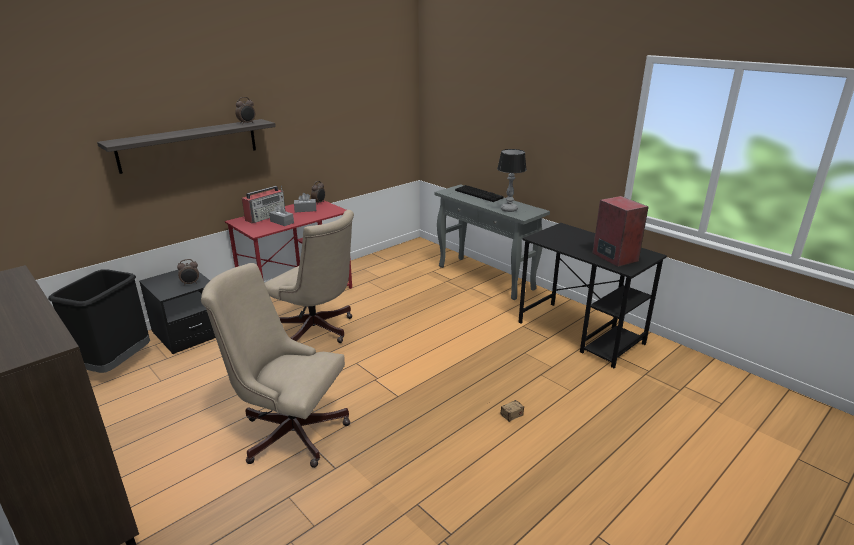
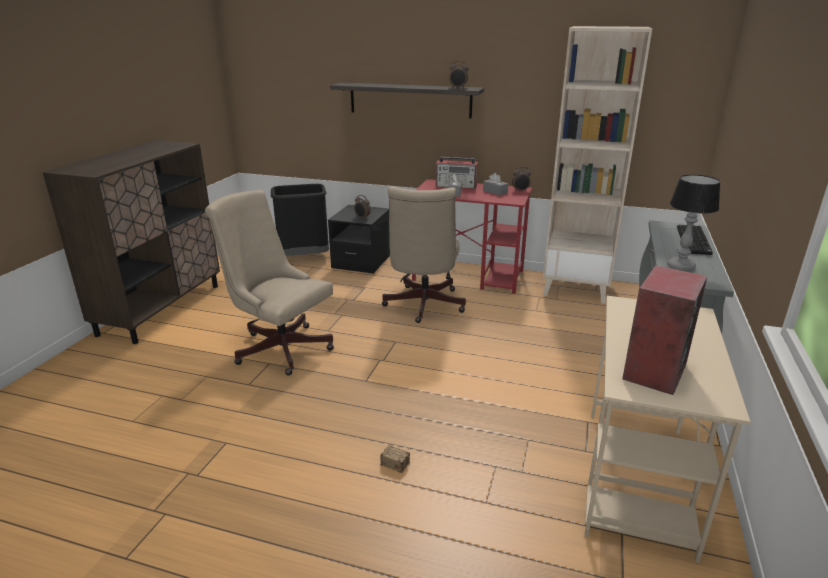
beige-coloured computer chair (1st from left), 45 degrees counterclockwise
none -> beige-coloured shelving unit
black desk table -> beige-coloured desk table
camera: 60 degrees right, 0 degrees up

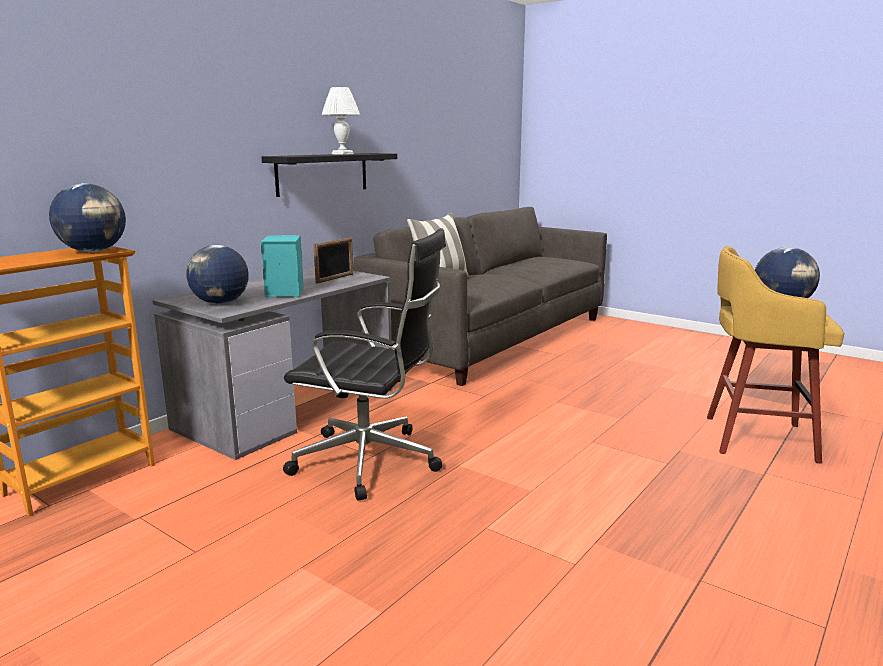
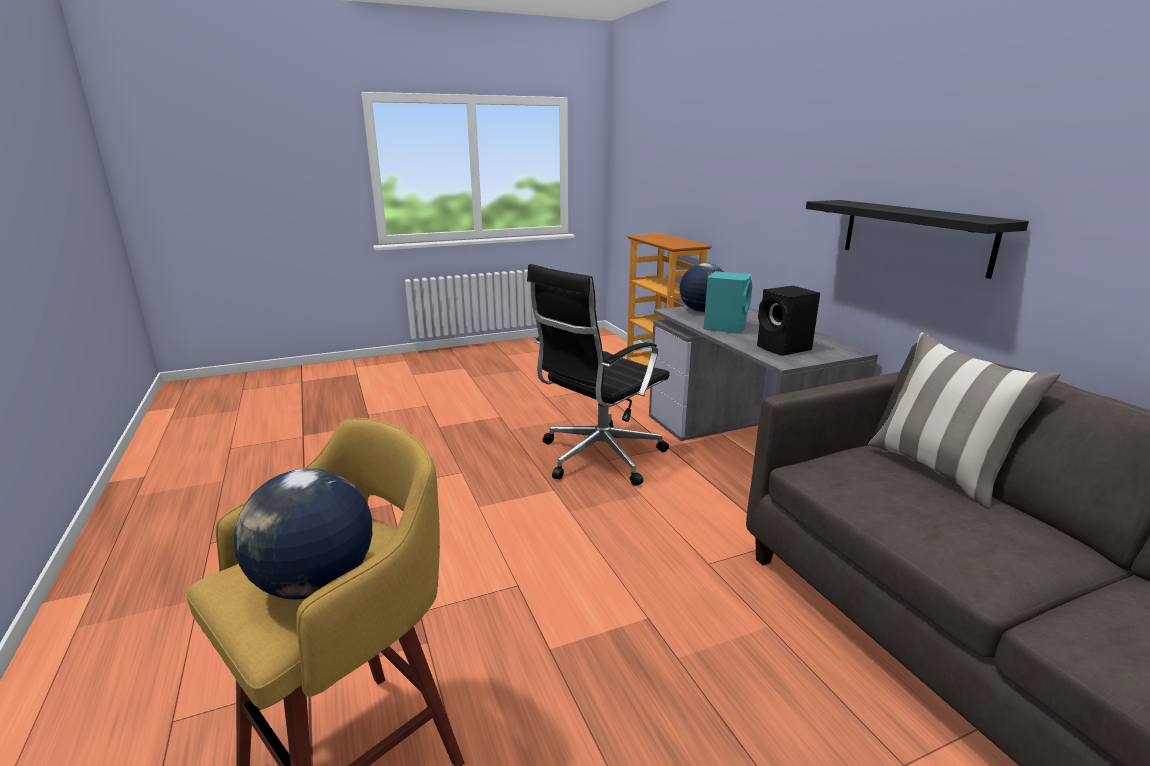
standing frame -> black loudspeaker
world globe (1st from left) -> none
white-coloured table lamp -> none
camera: 120 degrees right, 5 degrees up

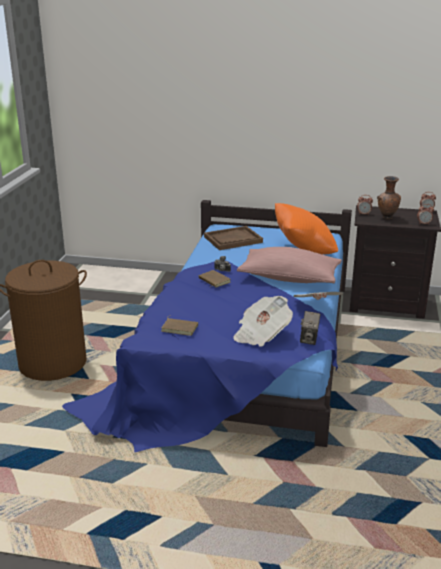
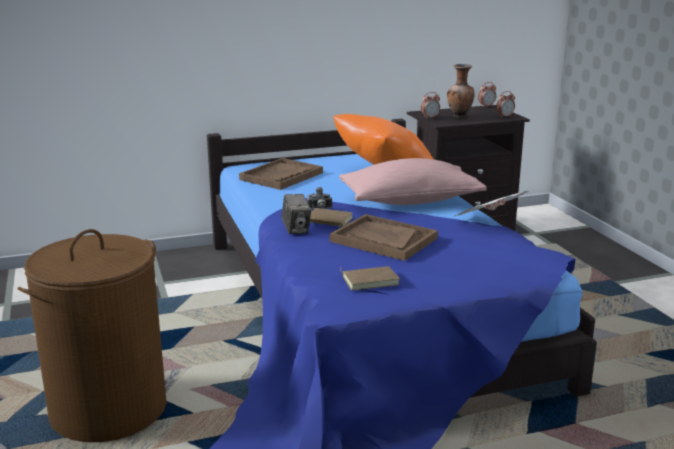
photo camera (2nd from left in the first image) -> photo camera (1st from left), move
none -> brown tray (2nd from left)
newspaper (1st from left) -> none
camera: 30 degrees left, 5 degrees down

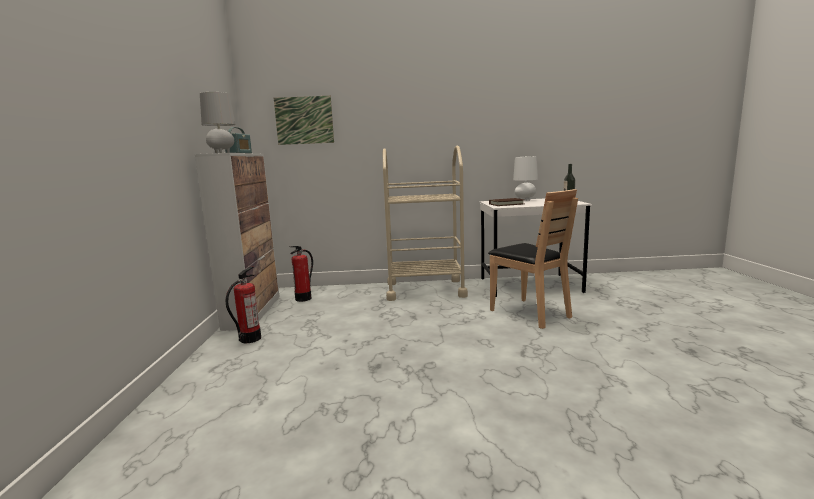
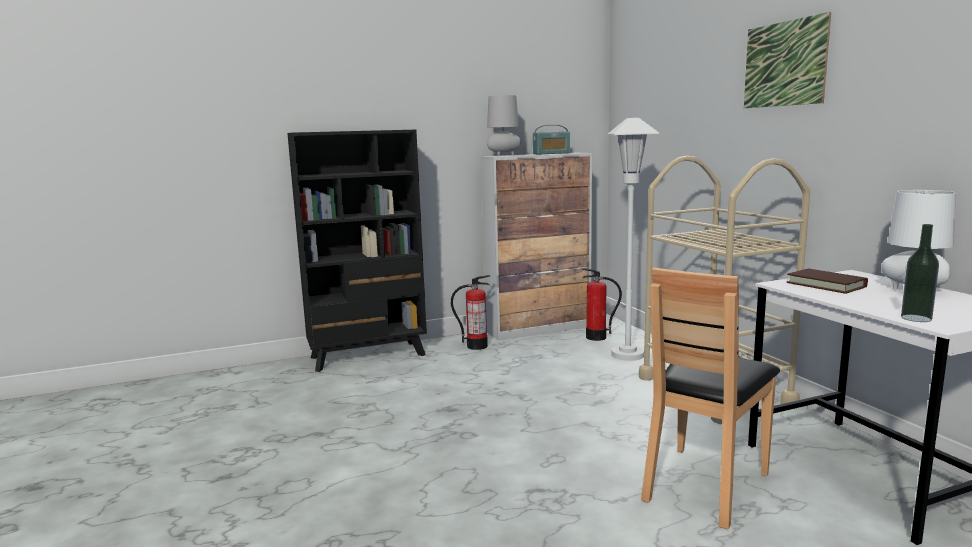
none -> black shelving unit
none -> white-coloured standard lamp
wall picture, move
camera: 70 degrees right, 0 degrees up

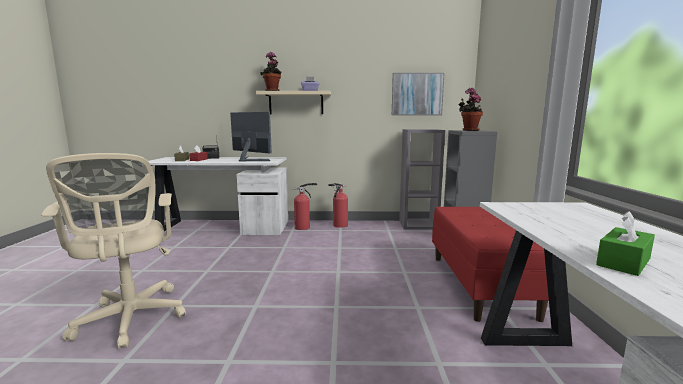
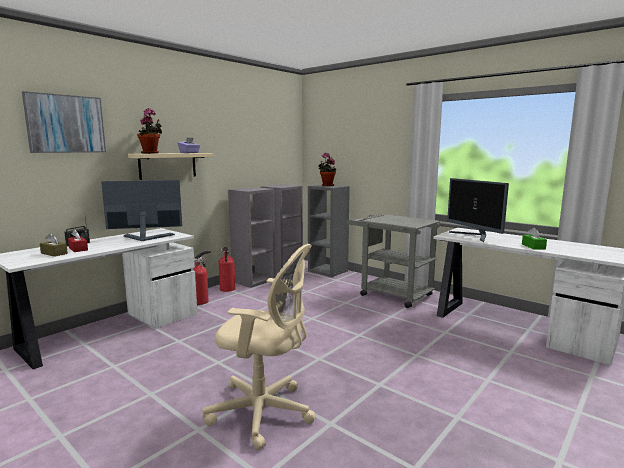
wall picture, move
none -> grey shelving unit (1st from left)
reddish bench -> grey cart
none -> computer display (2nd from left)
camera: 50 degrees left, 0 degrees up

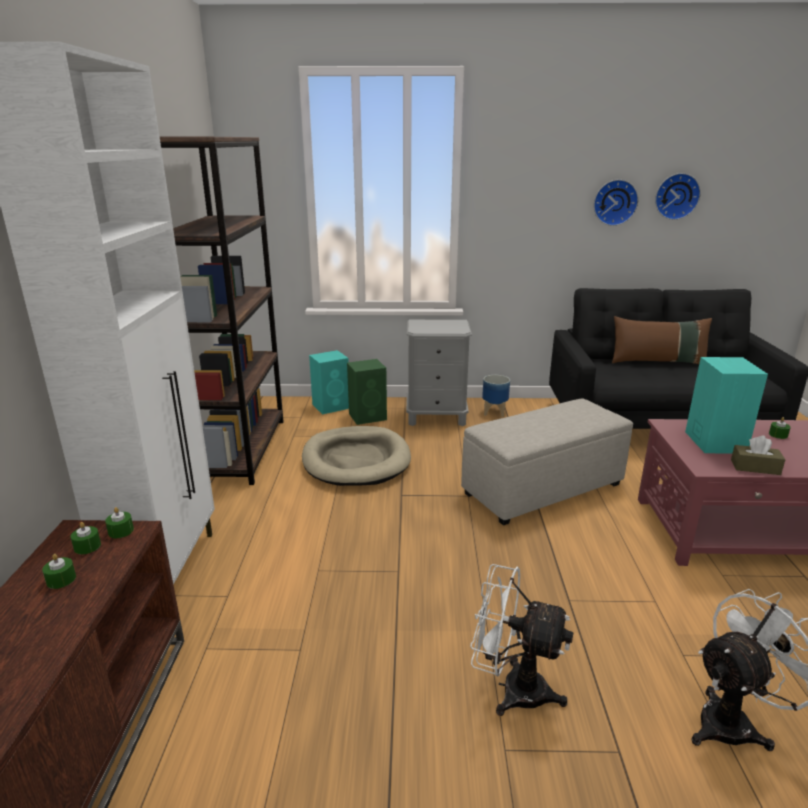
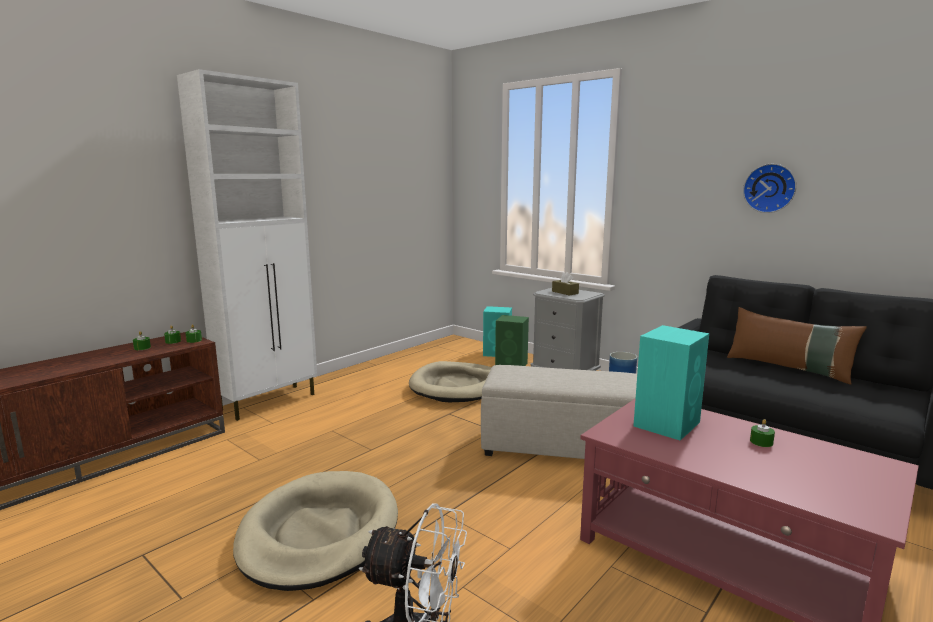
white-coloured electric fan (1st from left) -> beige-coloured dog cushion (1st from left)
brown box of tissues, move
brown shelving unit -> none
clock on the wall (2nd from left) -> none
camera: 40 degrees right, 10 degrees down

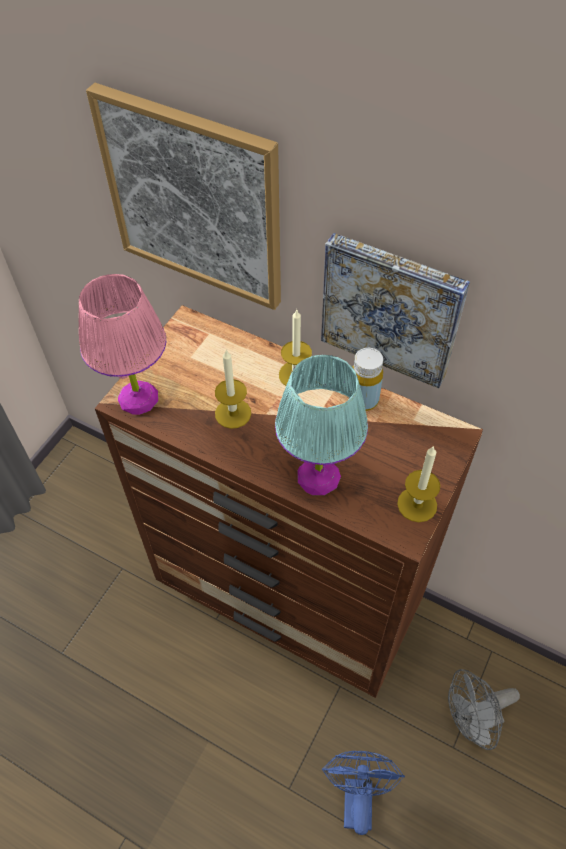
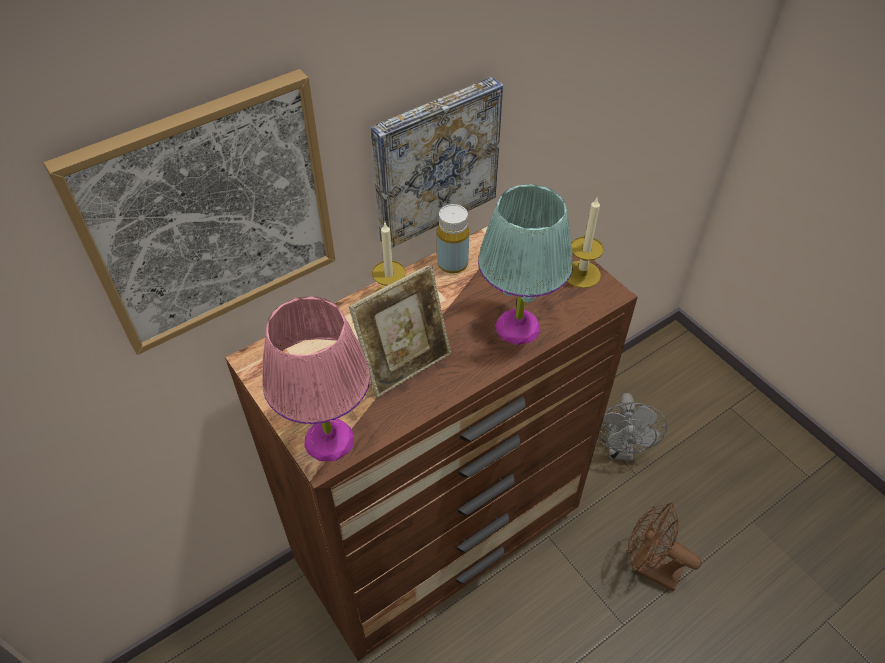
wax light (1st from left) -> standing frame
blue-coloured electric fan -> brown electric fan
camera: 65 degrees left, 5 degrees down

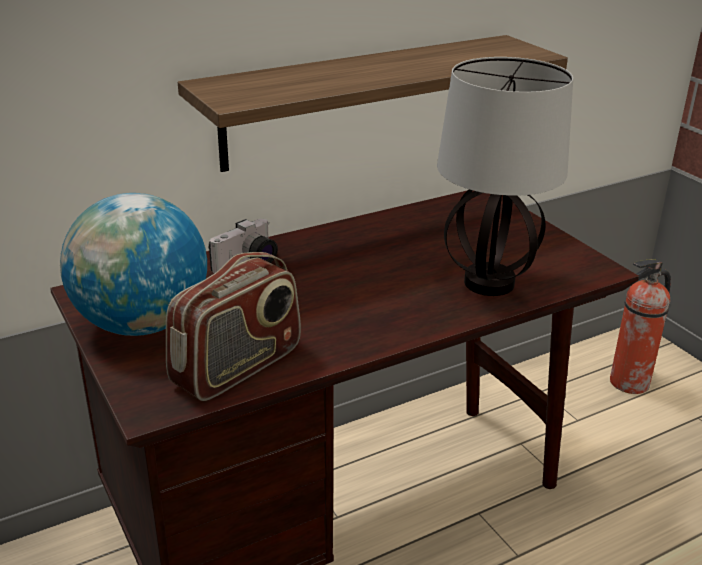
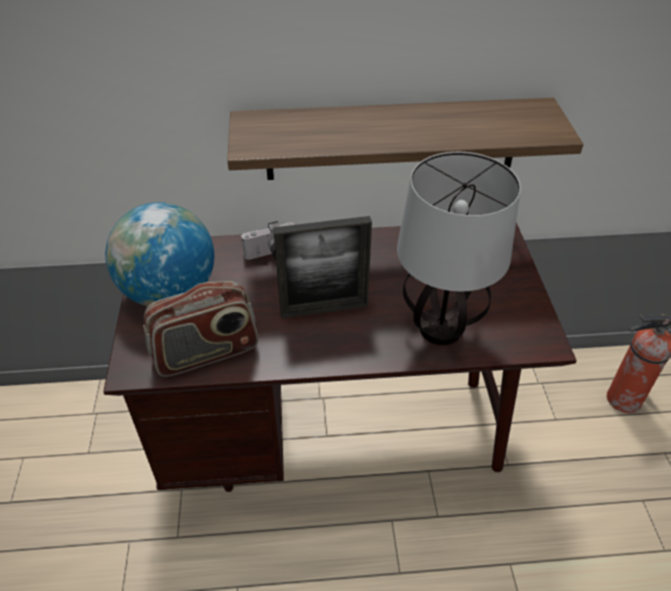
none -> standing frame
camera: 25 degrees right, 15 degrees up

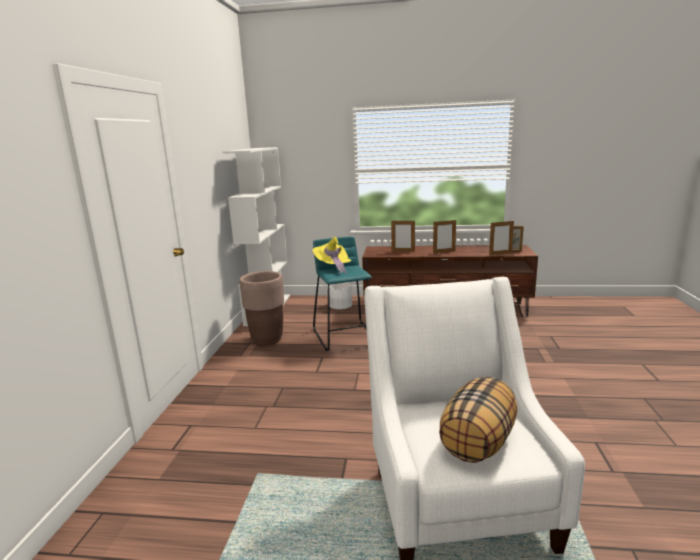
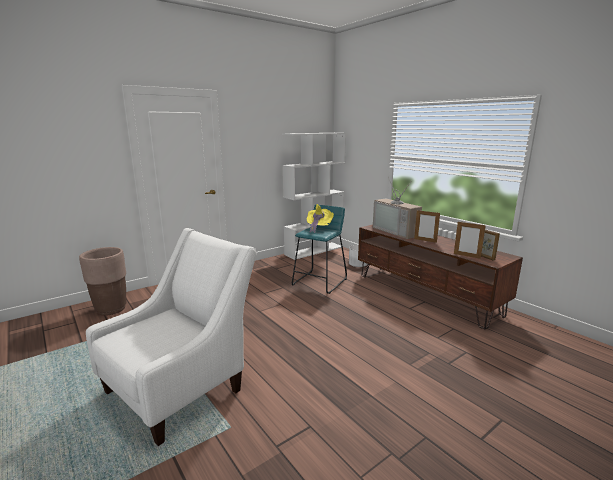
brown planter, move
standing frame (1st from left) -> television
pillow -> none
camera: 45 degrees right, 0 degrees up

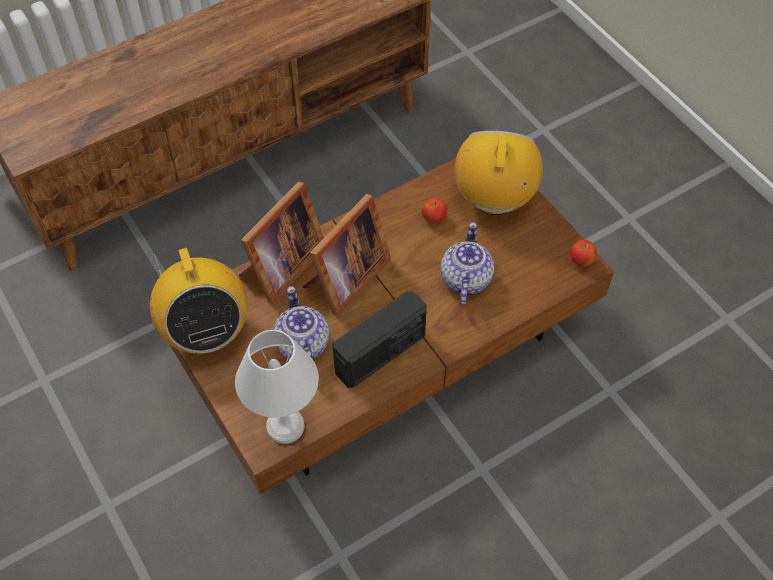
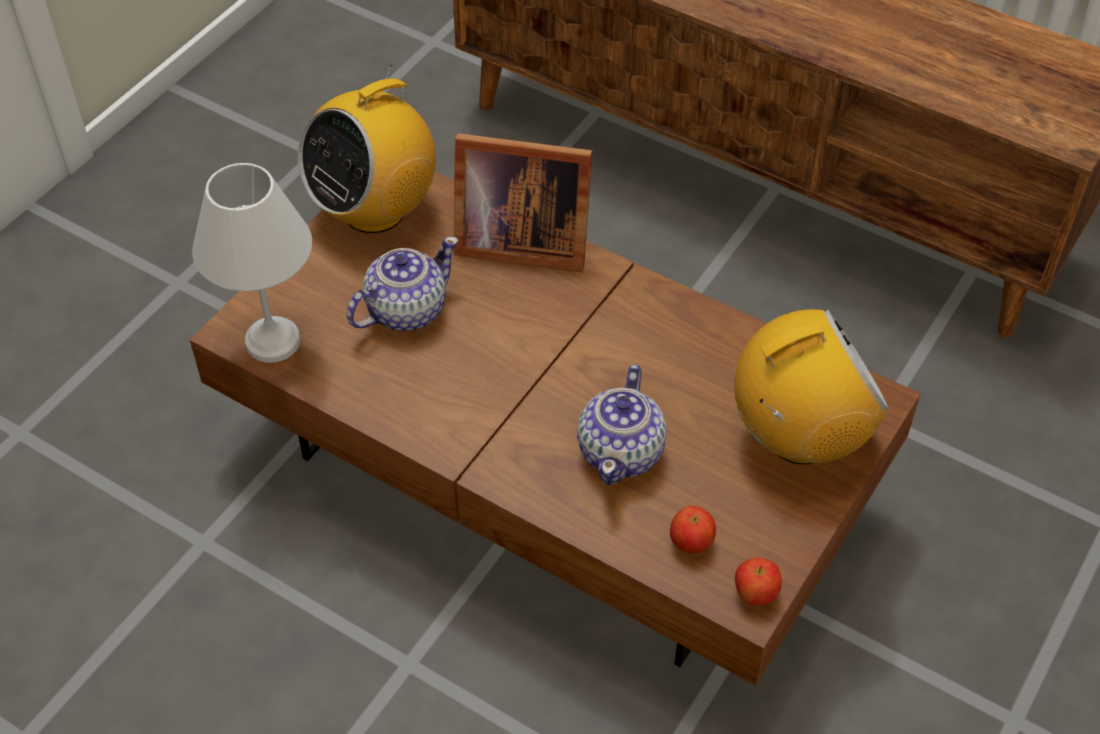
pot for tea (2nd from left), 120 degrees clockwise
apple (1st from left), move
standing frame (2nd from left) -> none
radio (2nd from left) -> none
camera: 65 degrees right, 5 degrees down

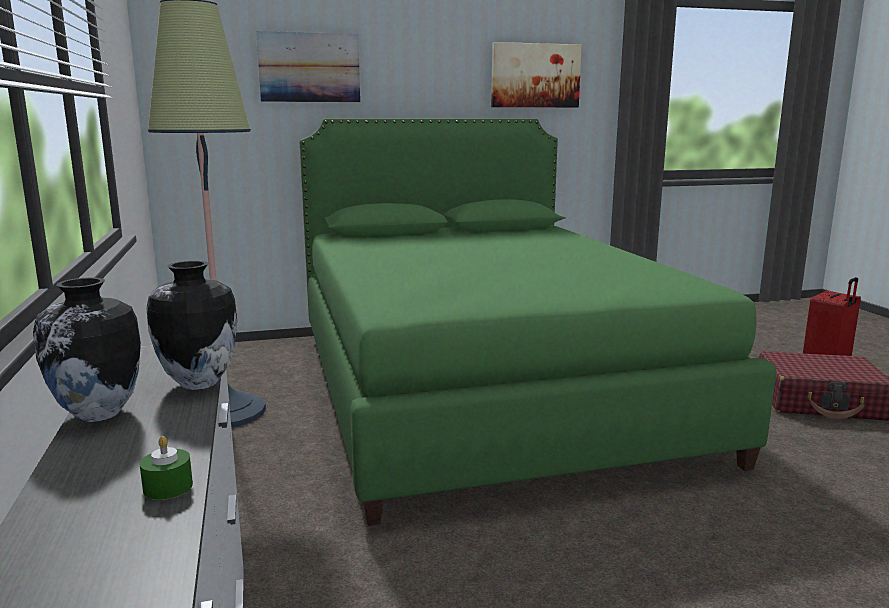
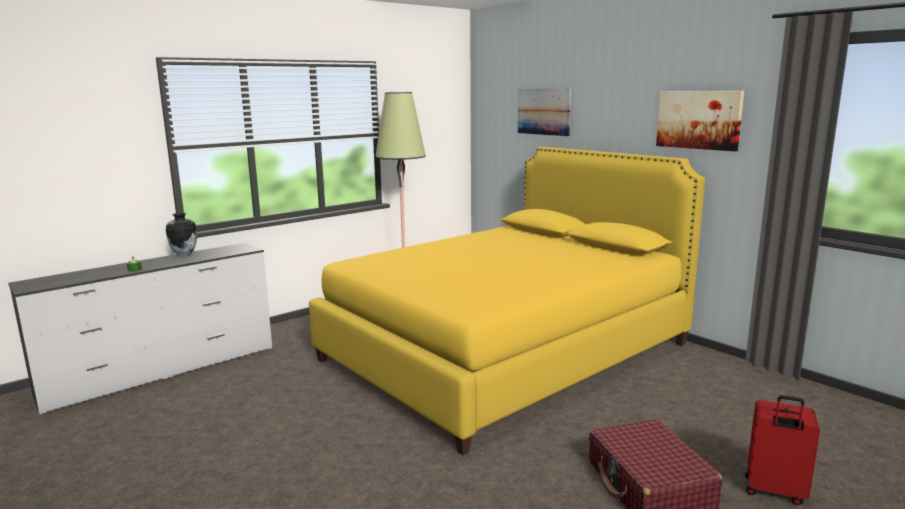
green sleeping bed -> yellow-coloured sleeping bed
flower vase (2nd from left) -> none
camera: 65 degrees right, 0 degrees up

